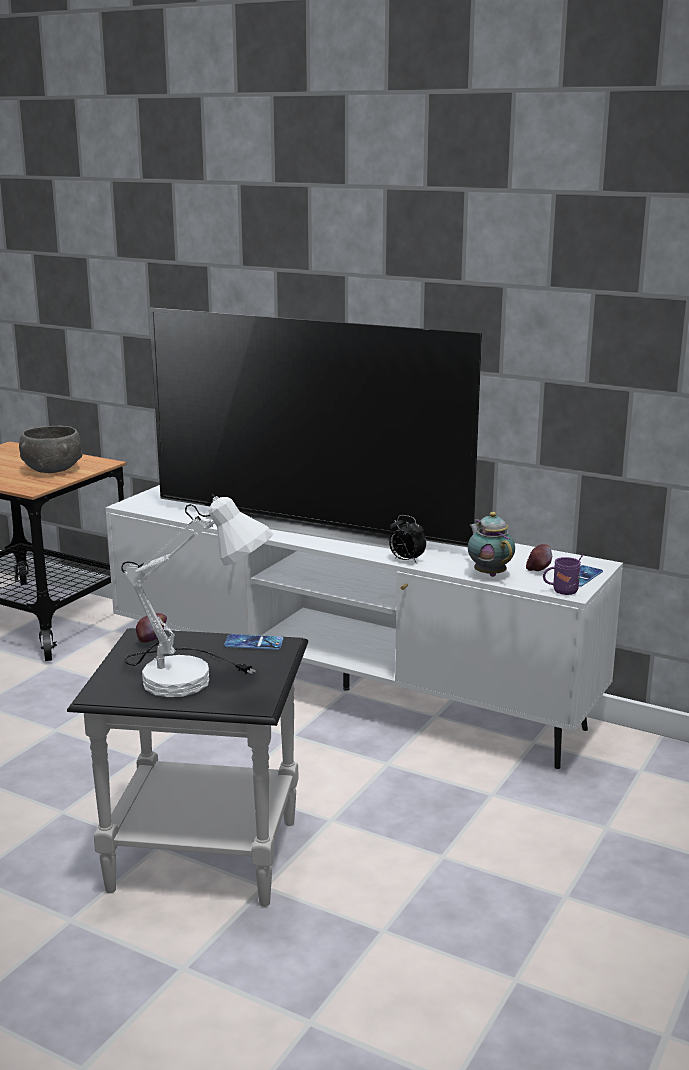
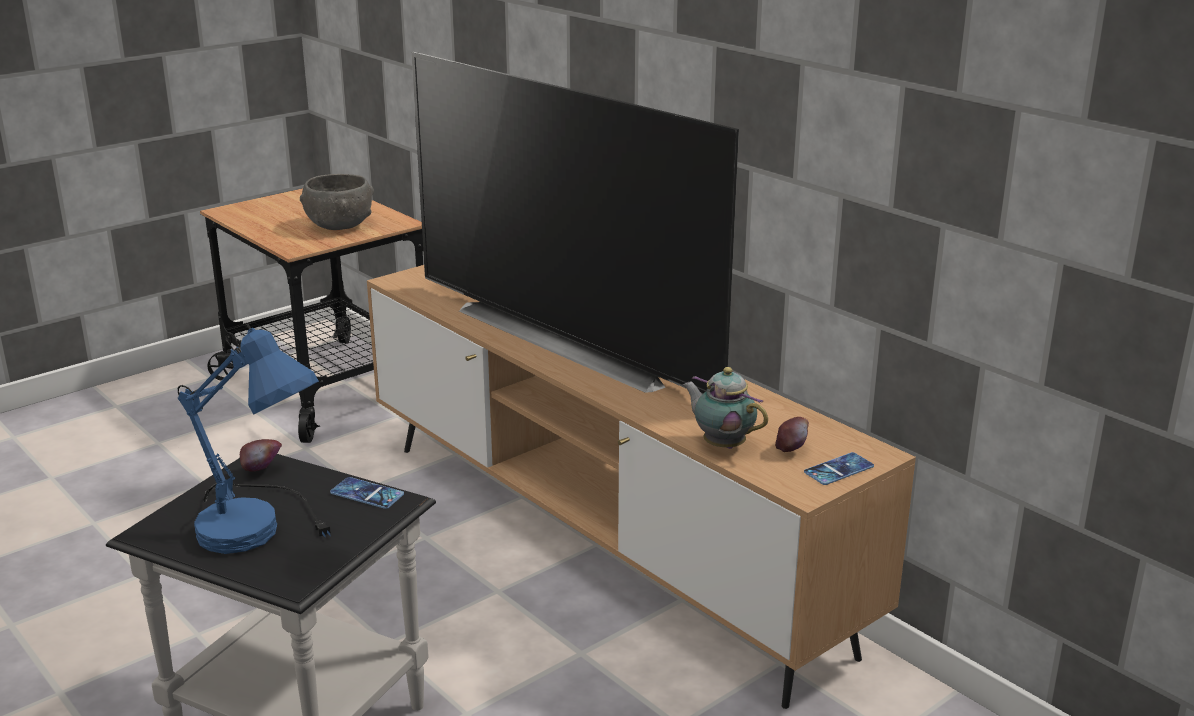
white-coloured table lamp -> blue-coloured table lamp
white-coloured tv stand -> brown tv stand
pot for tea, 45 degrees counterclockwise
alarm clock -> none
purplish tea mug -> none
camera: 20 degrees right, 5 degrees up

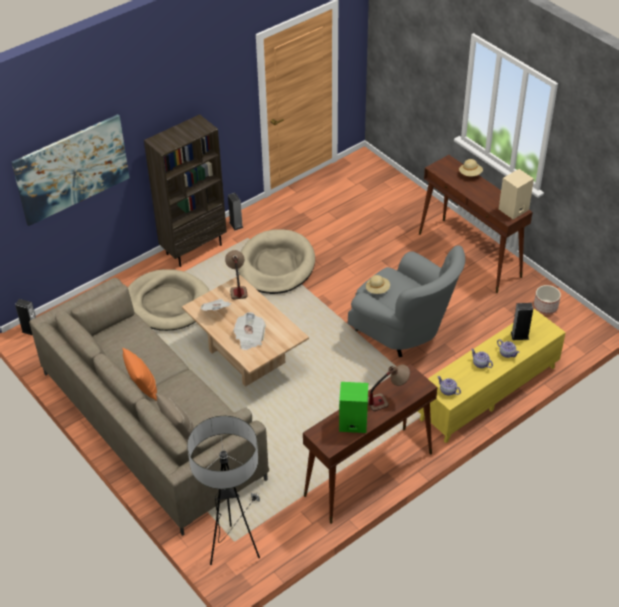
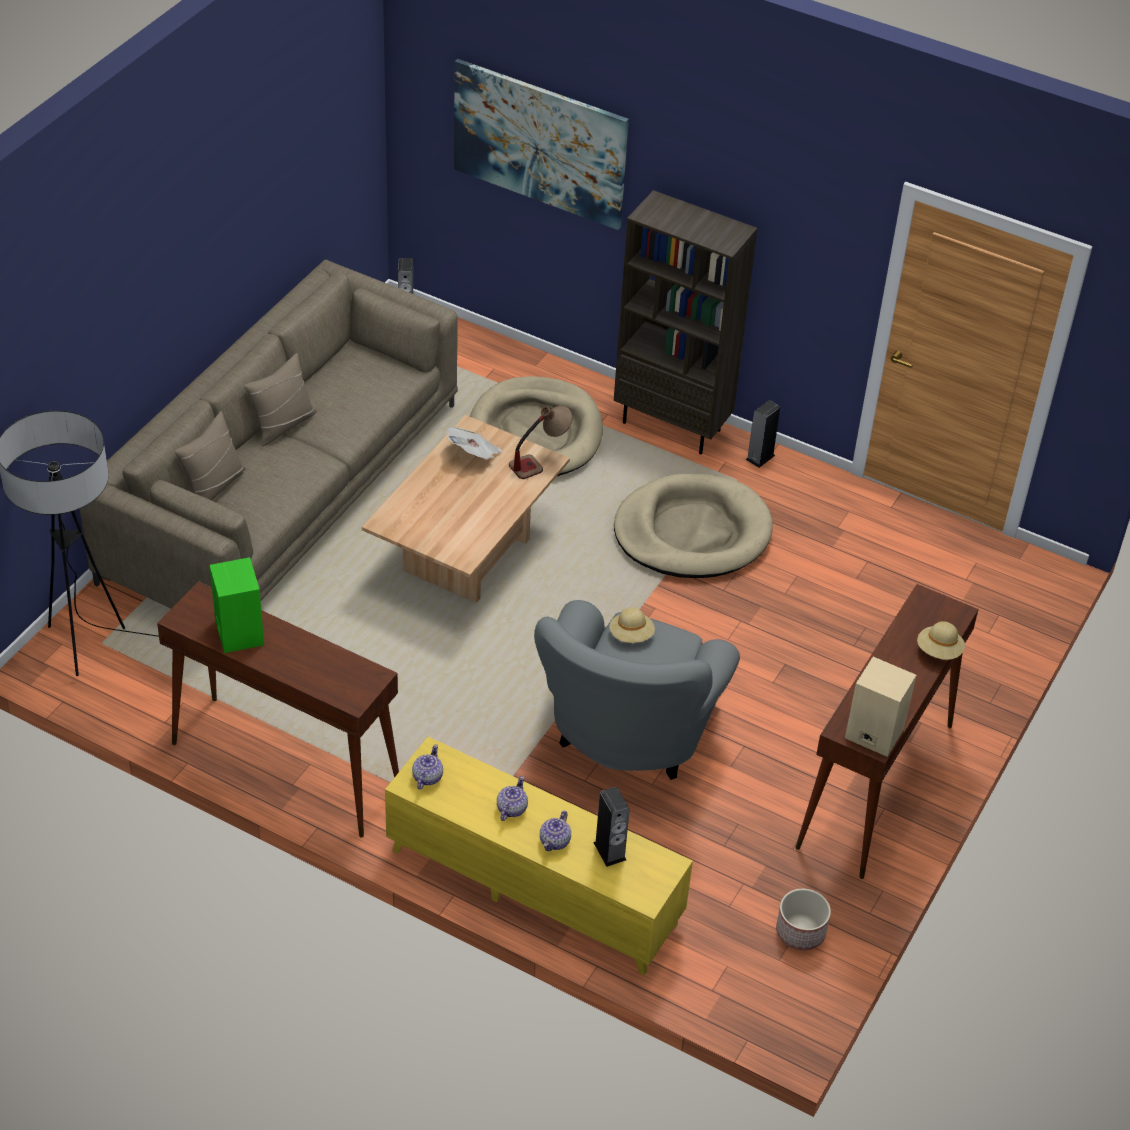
orangey pillow -> beige-coloured pillow (2nd from left)
newspaper (2nd from left) -> none
table lamp (2nd from left) -> none
camera: 65 degrees right, 0 degrees up

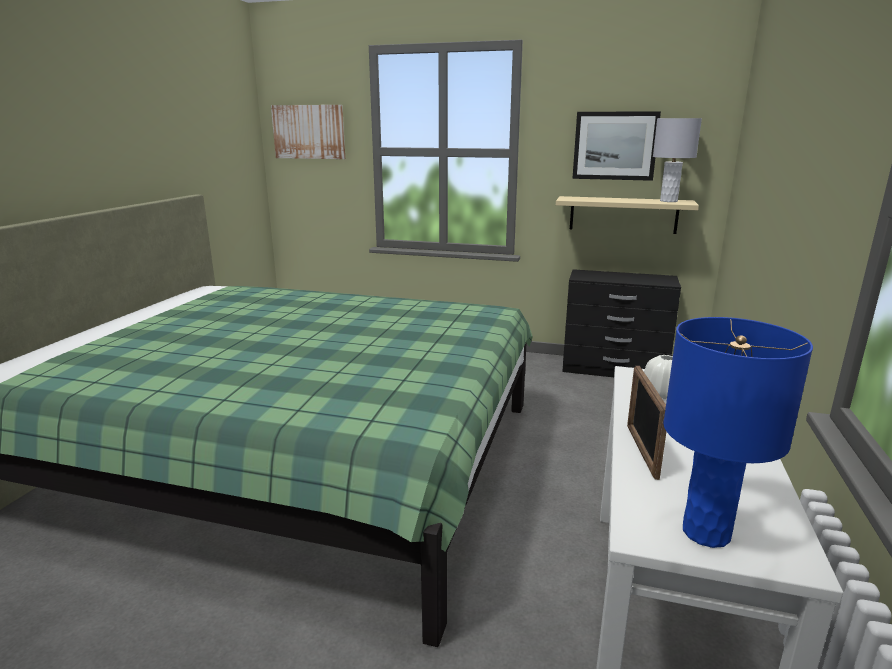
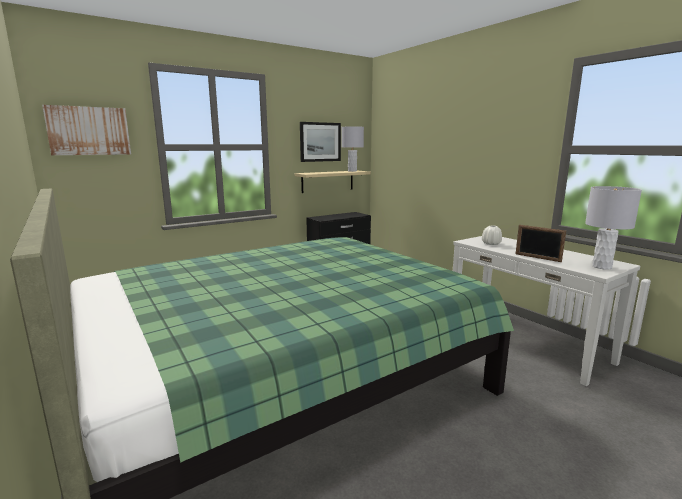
blue-coloured table lamp -> grey table lamp (2nd from left)
camera: 50 degrees left, 5 degrees down

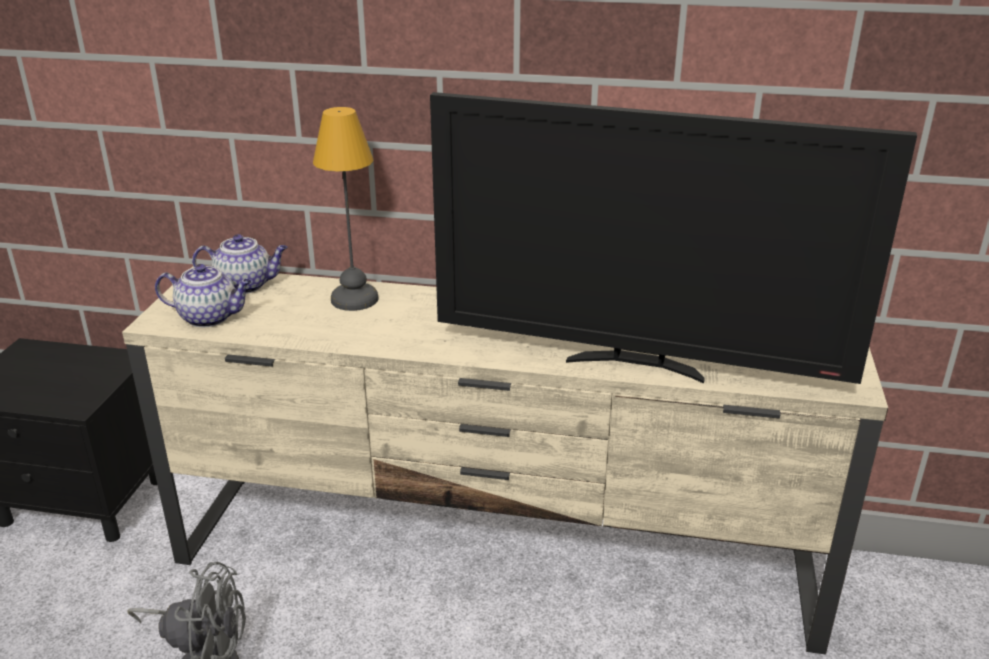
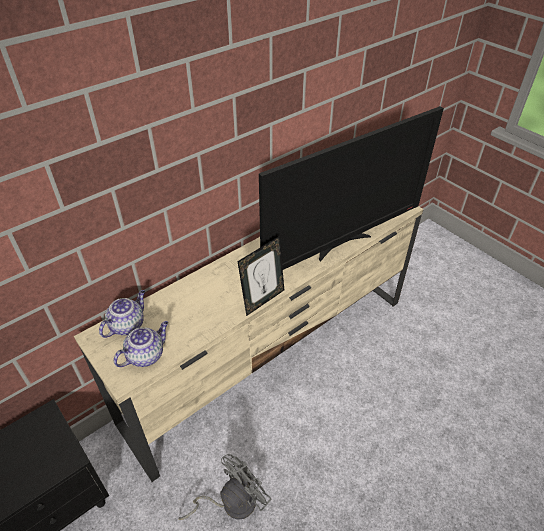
none -> standing frame
table lamp -> none
camera: 50 degrees left, 15 degrees up

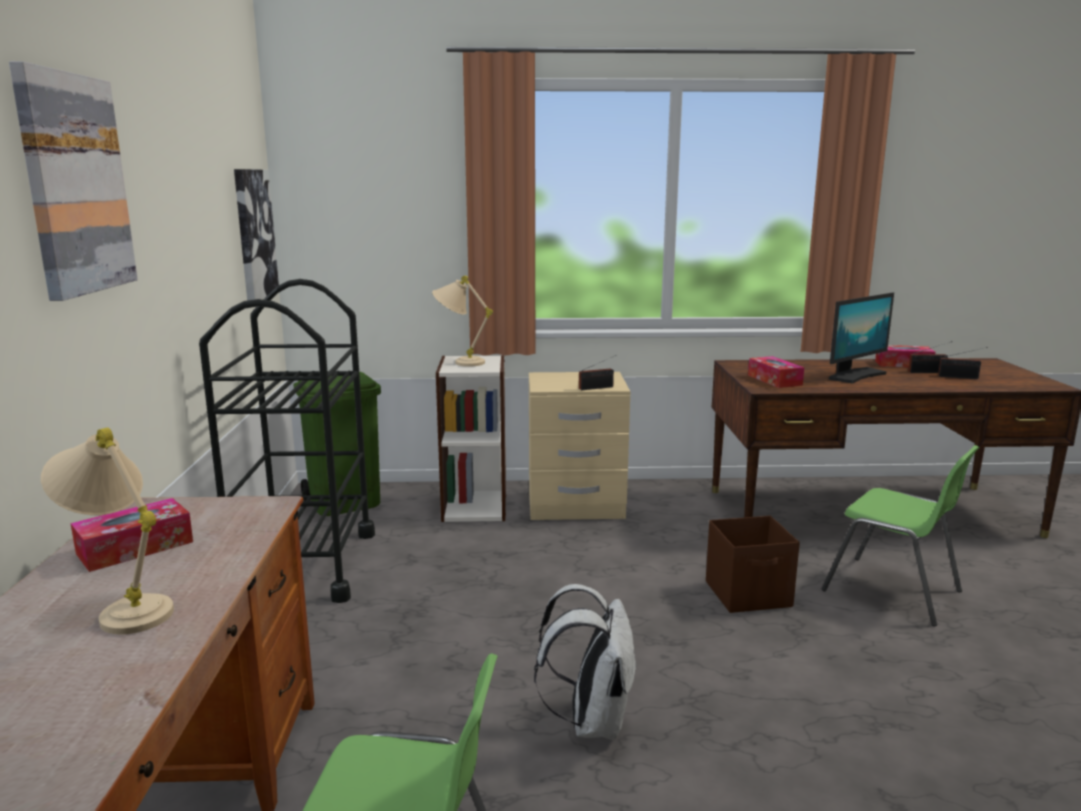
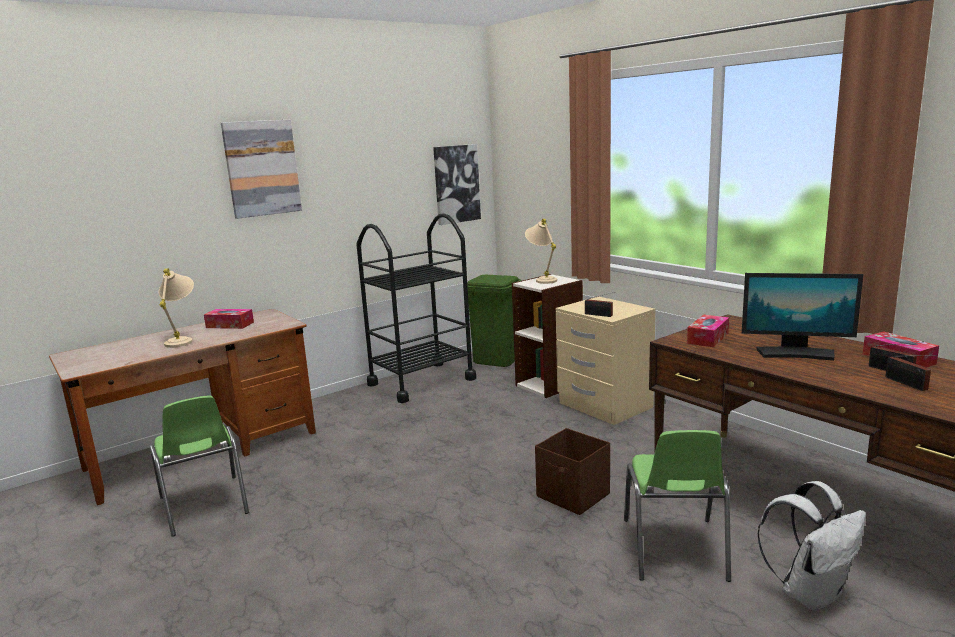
white-coloured backpack, move
camera: 55 degrees right, 0 degrees up

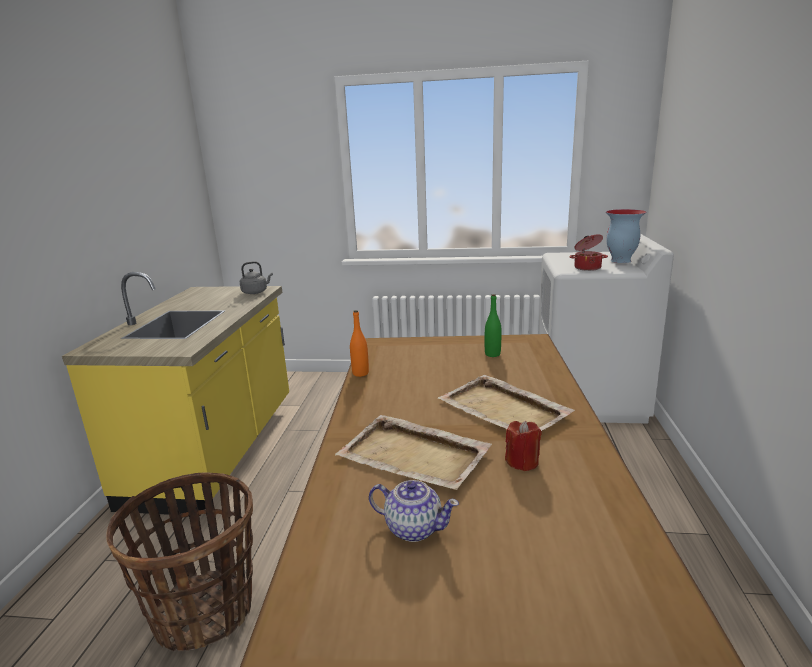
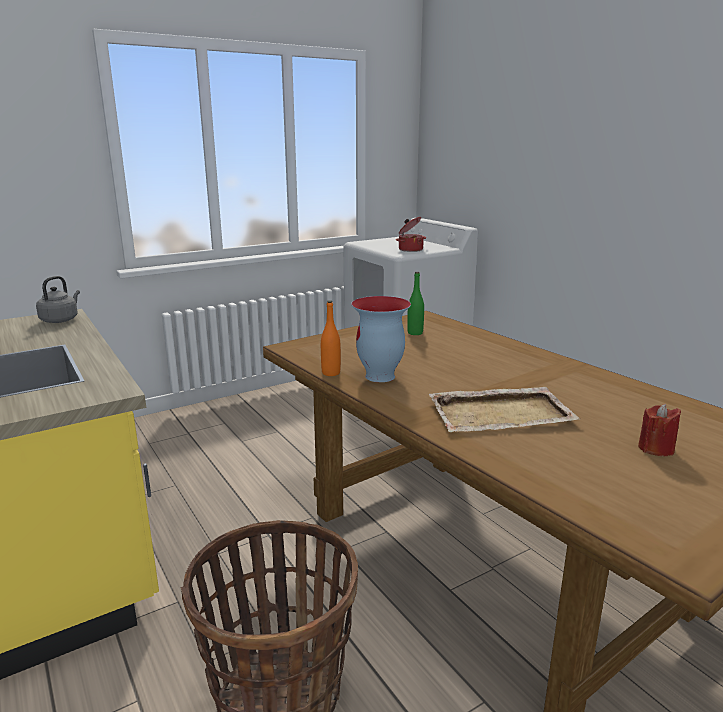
flower vase, move
reddish wax light, move
pot for tea -> none
beige-coloured tray (2nd from left) -> none
camera: 40 degrees left, 0 degrees up

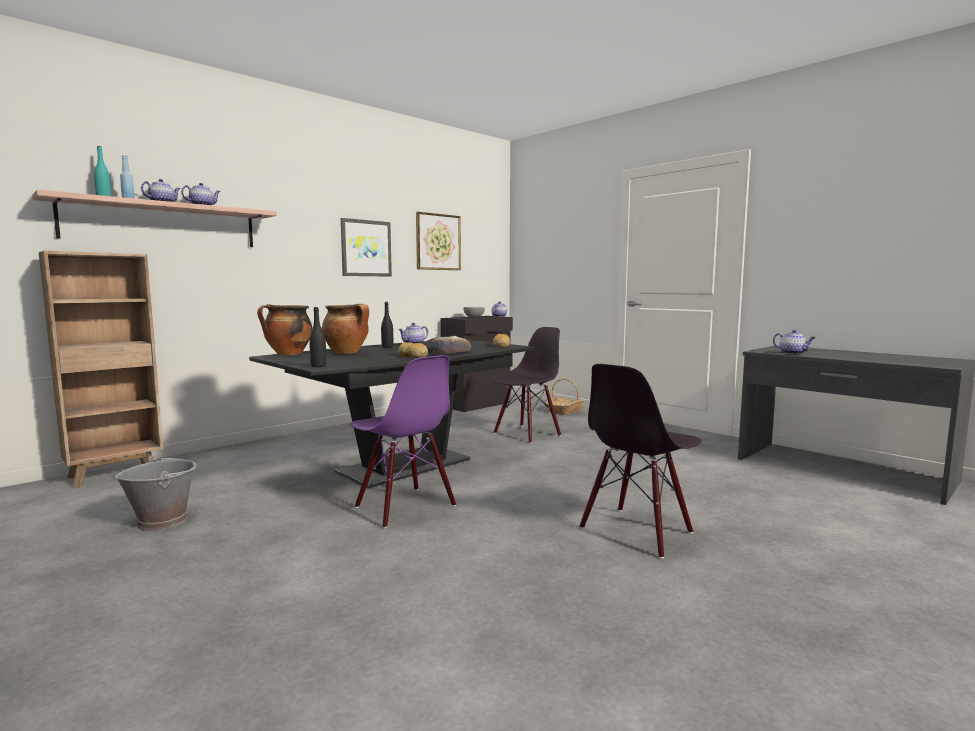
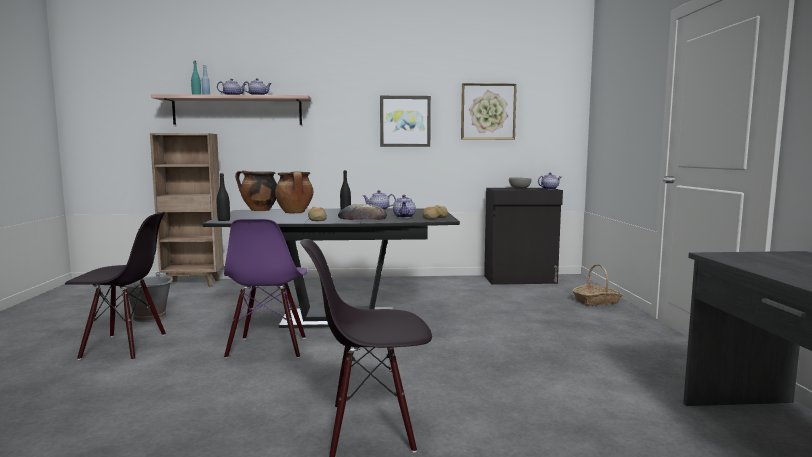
black upright chair (1st from left), move
pot for tea (5th from left in the first image) -> pot for tea (4th from left), move
camera: 40 degrees right, 0 degrees up

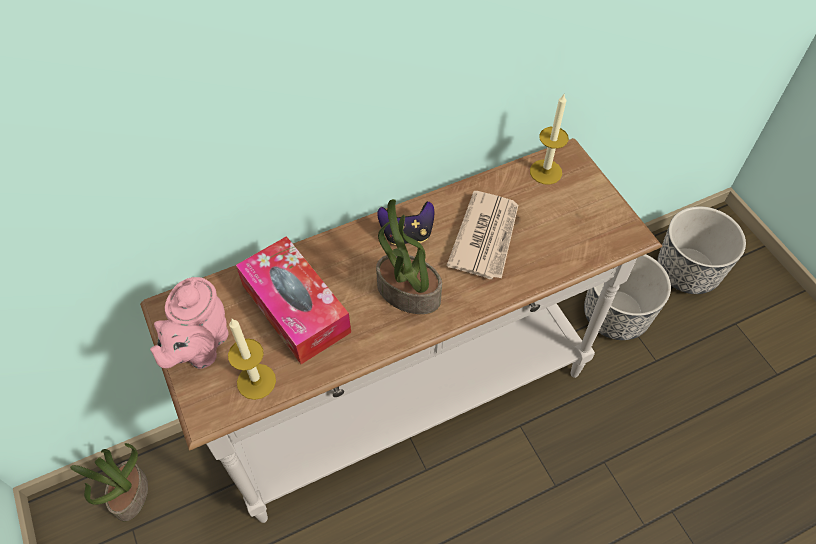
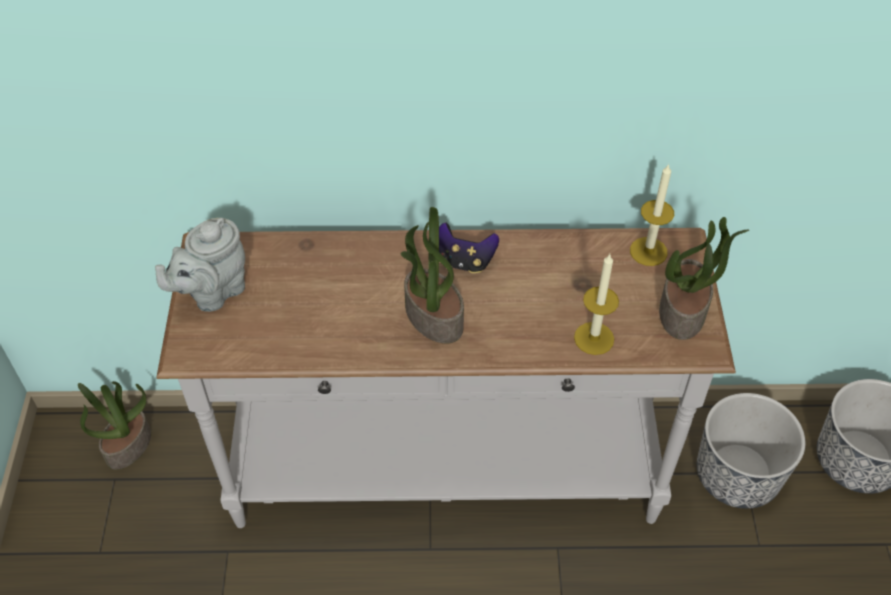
pink pot for tea -> grey pot for tea
wax light (1st from left), move
none -> plant in a pot (3rd from left)
box of tissues -> none
newspaper -> none
camera: 25 degrees right, 5 degrees down

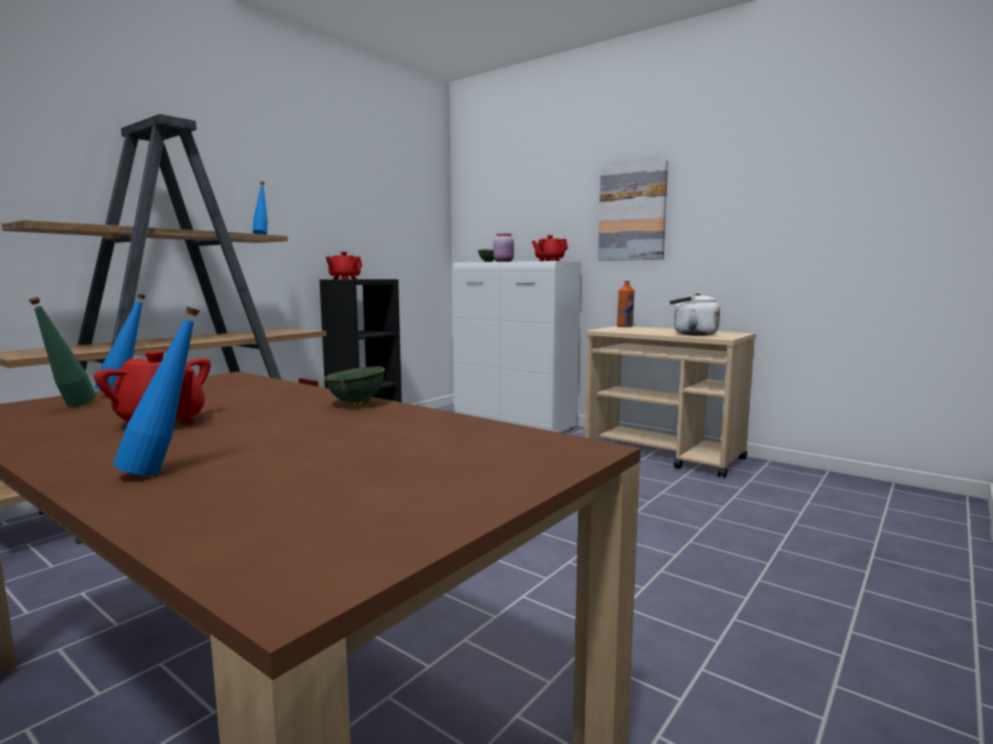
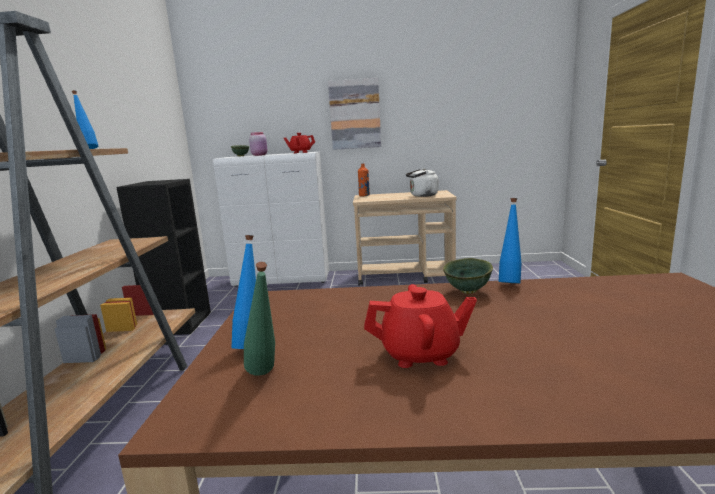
blue-coloured drink bottle (2nd from left in the first image) -> blue-coloured drink bottle (3rd from left), move
reddish pot for tea (2nd from left) -> none
camera: 35 degrees left, 5 degrees up

